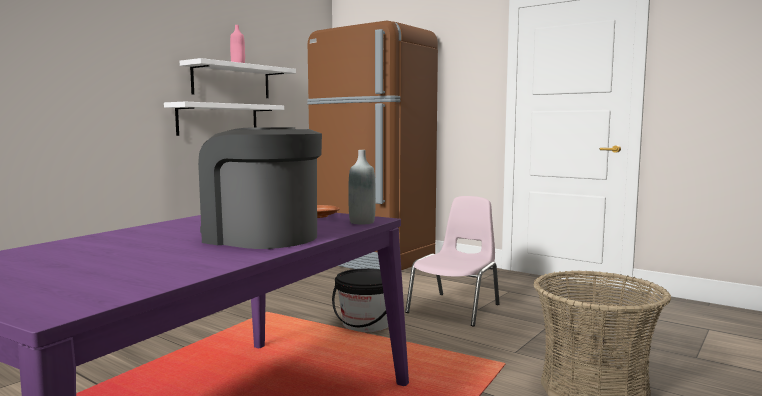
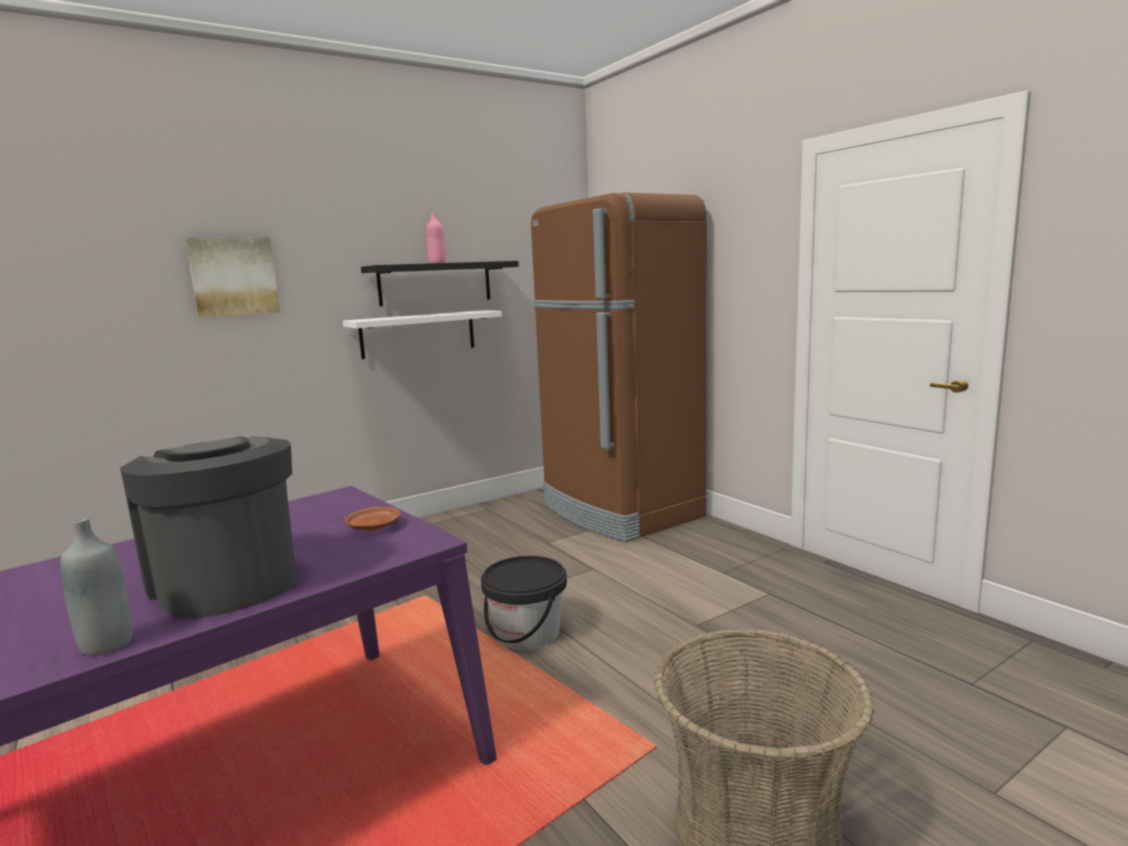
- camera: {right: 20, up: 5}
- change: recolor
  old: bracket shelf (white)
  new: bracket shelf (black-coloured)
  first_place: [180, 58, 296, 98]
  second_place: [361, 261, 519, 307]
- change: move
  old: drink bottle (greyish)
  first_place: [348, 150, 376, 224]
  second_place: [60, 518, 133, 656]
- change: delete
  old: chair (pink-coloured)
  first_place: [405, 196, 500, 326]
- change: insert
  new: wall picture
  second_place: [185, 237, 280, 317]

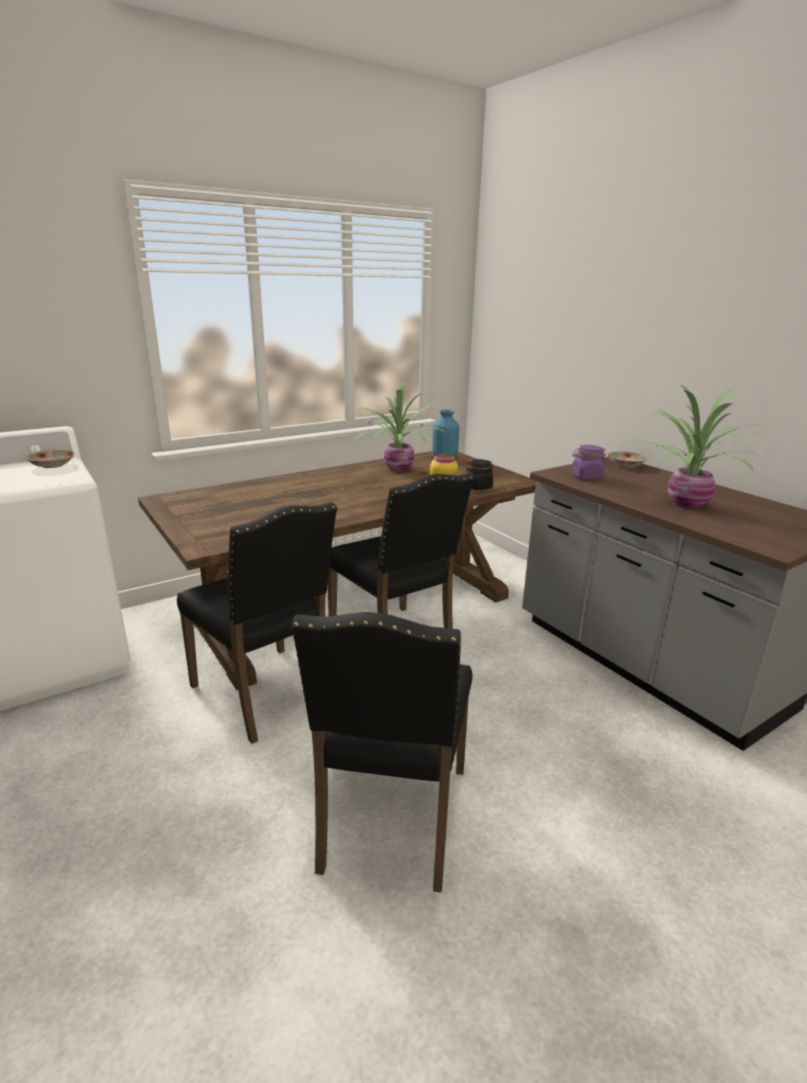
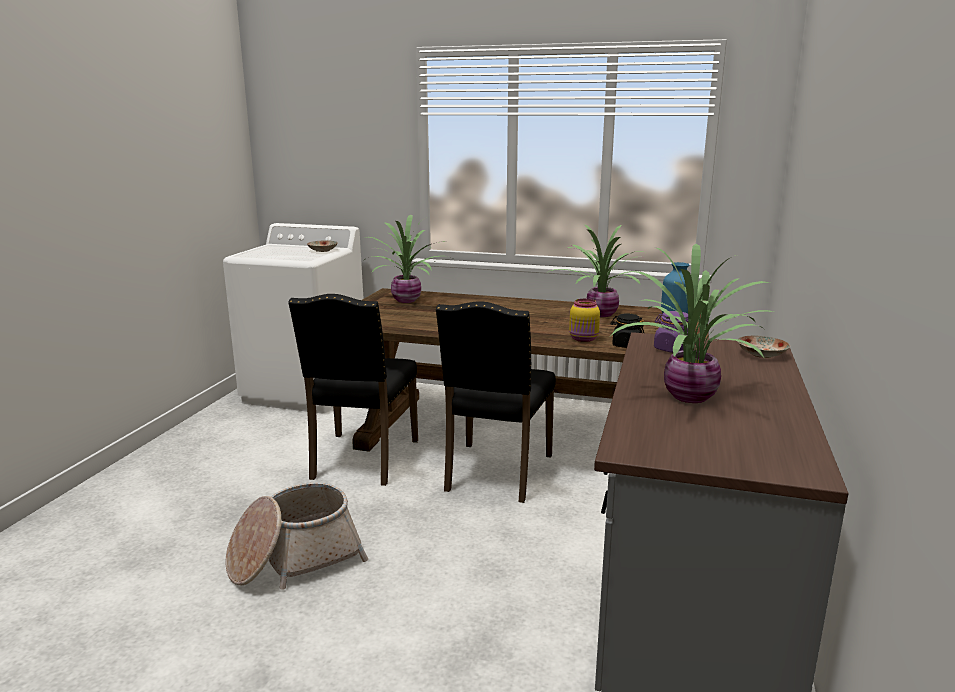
- camera: {right: 50, up: -5}
- change: replace
  old: chair (black-coloured)
  new: basket
  first_place: [291, 612, 472, 893]
  second_place: [226, 483, 368, 590]
- change: insert
  new: plant in a pot
  second_place: [363, 215, 448, 303]

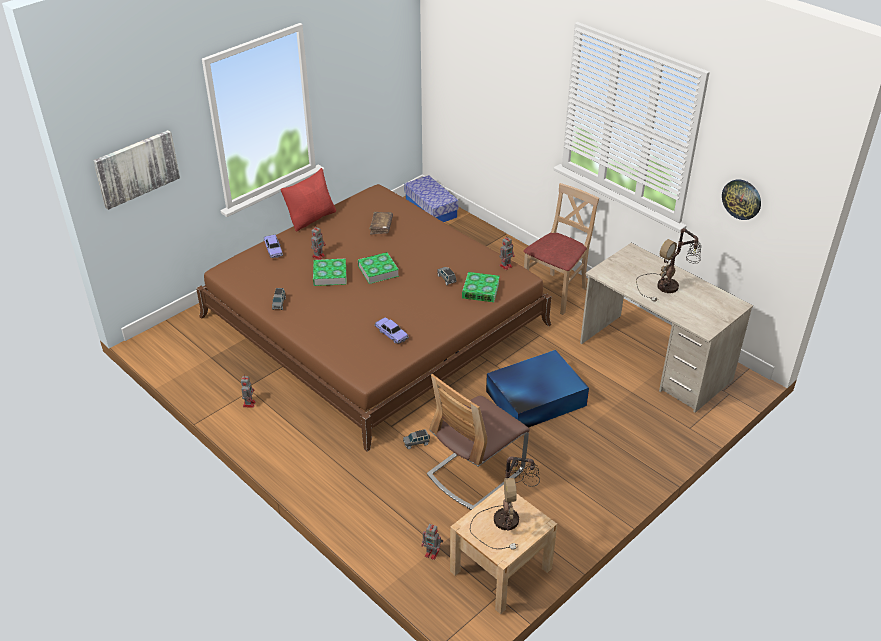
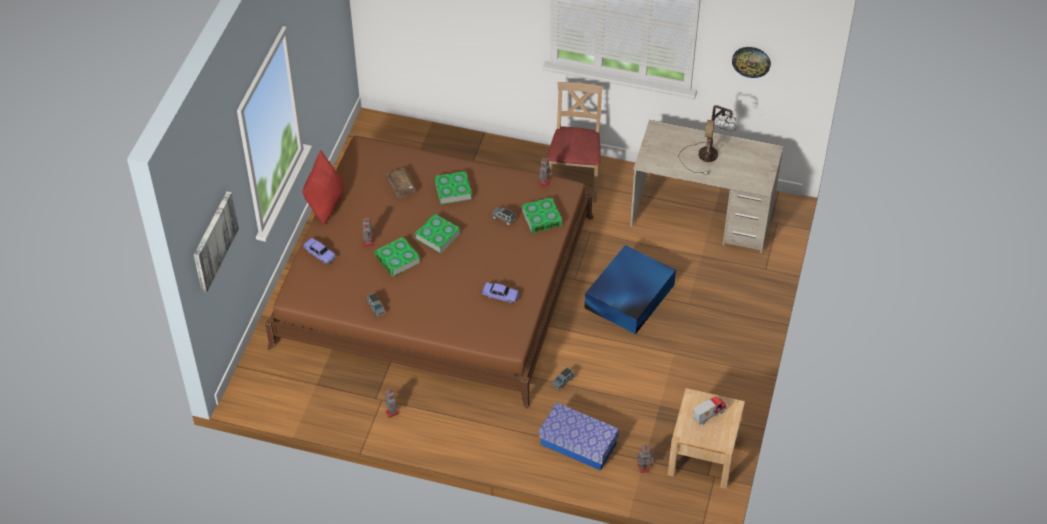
- camera: {right: -30, up: 10}
- change: move
  old: storage box
  first_place: [404, 175, 459, 222]
  second_place: [539, 402, 619, 471]
- change: delete
  old: chair
  first_place: [427, 374, 530, 510]
- change: replace
  old: table lamp
  new: toy truck
  first_place: [470, 457, 540, 550]
  second_place: [693, 396, 726, 425]
- change: insert
  new: book
  second_place: [435, 171, 472, 204]

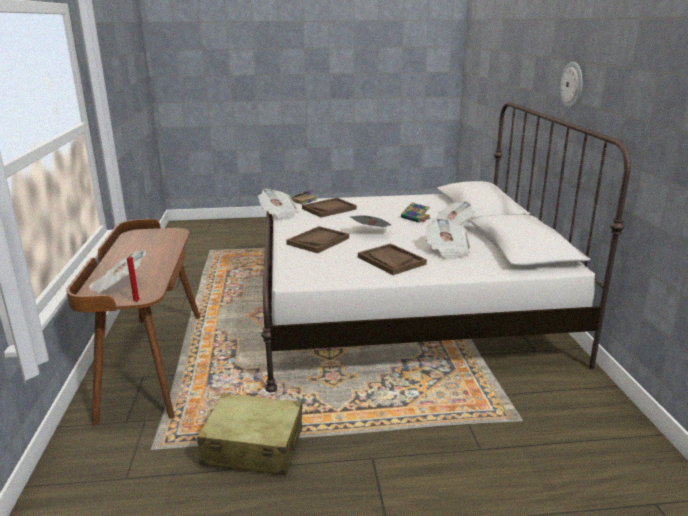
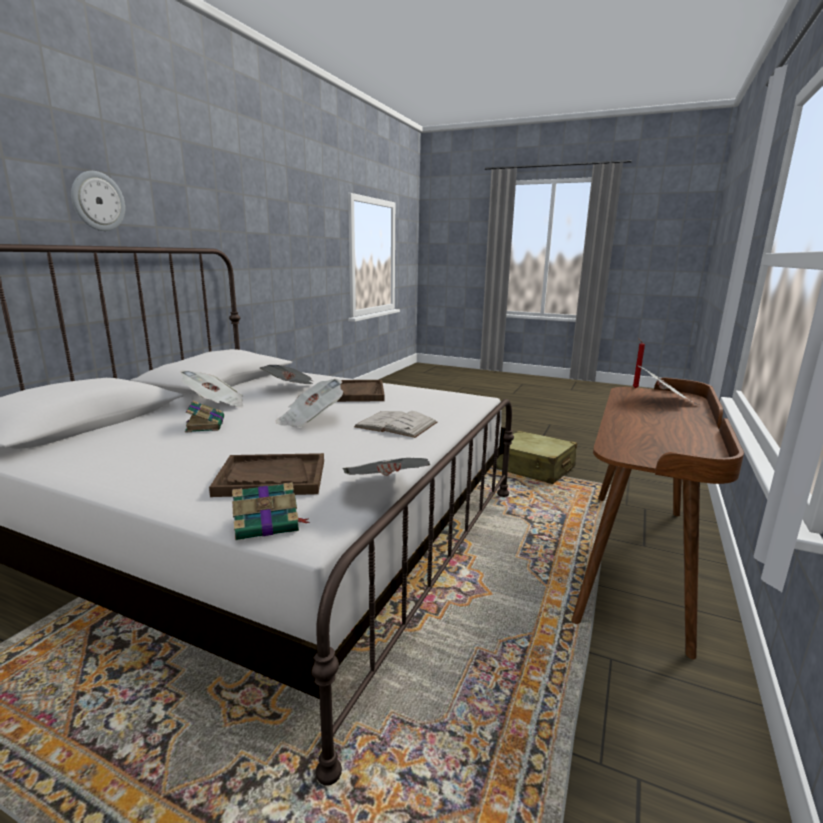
- camera: {right: -150, up: -5}
- change: replace
  old: carrying tray (brownish)
  new: book (white)
  first_place: [286, 226, 349, 253]
  second_place: [354, 411, 437, 438]

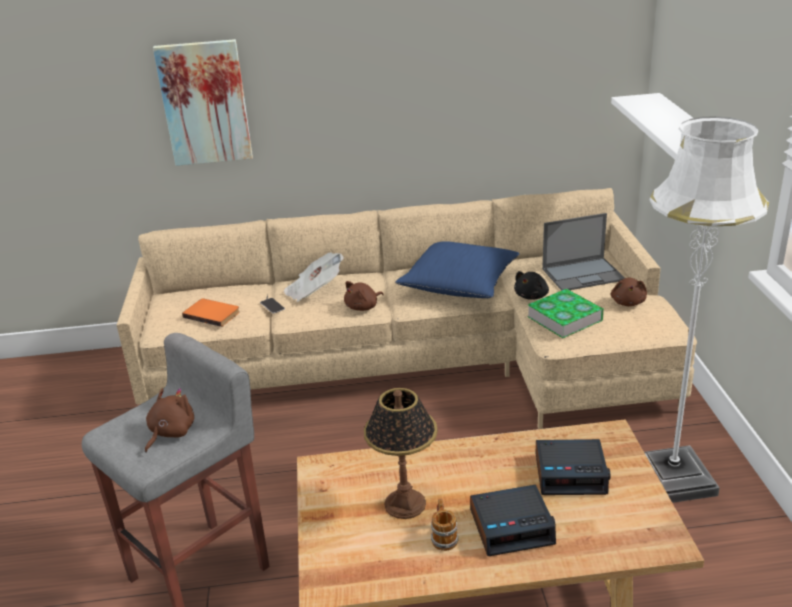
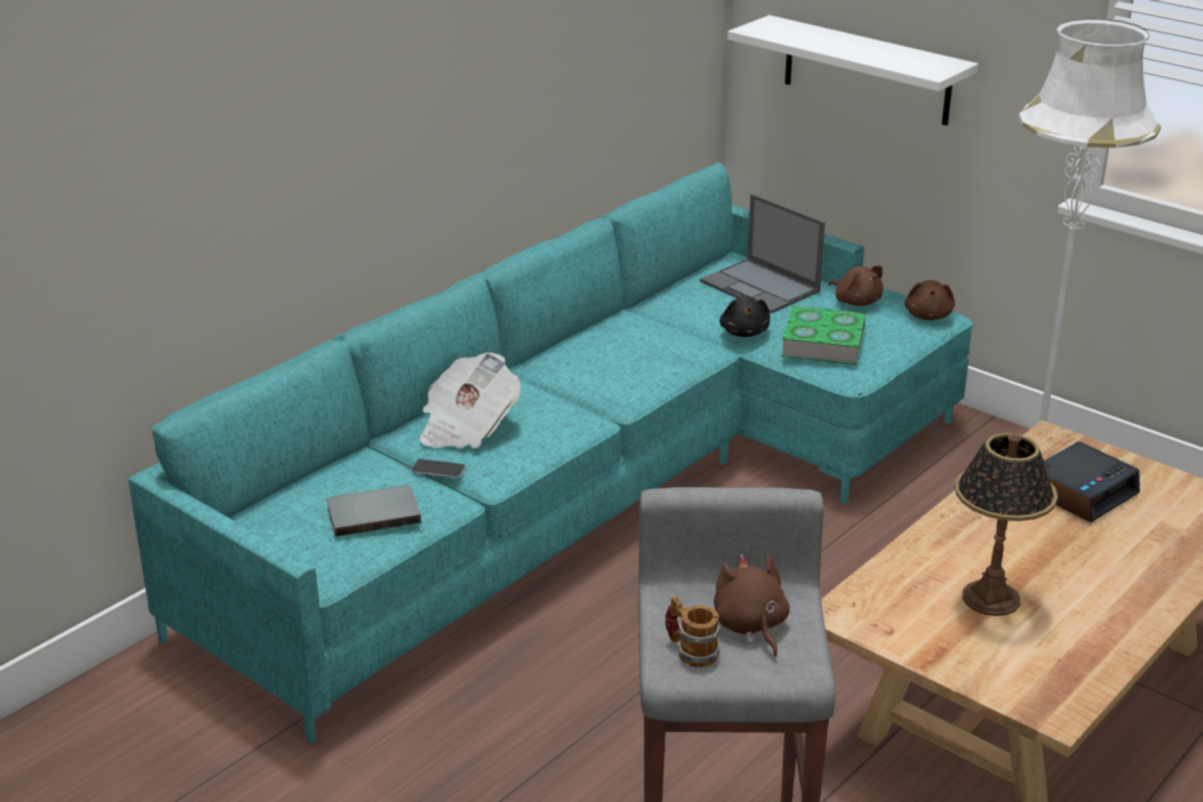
- camera: {right: -45, up: 0}
- change: recolor
  old: settee (beige-coloured)
  new: settee (turquoise)
  first_place: [117, 188, 697, 429]
  second_place: [128, 162, 973, 744]
- change: delete
  old: wall picture
  first_place: [153, 39, 253, 166]
- change: recolor
  old: book (orange-coloured)
  new: book (greyish)
  first_place: [182, 299, 240, 327]
  second_place: [327, 485, 421, 537]
- change: move
  old: soft toy (brownish)
  first_place: [344, 281, 384, 311]
  second_place: [904, 280, 955, 320]
- change: delete
  old: cushion (blue-coloured)
  first_place: [395, 241, 520, 298]
- change: move
  old: coffee mug
  first_place: [431, 499, 458, 551]
  second_place: [665, 596, 719, 667]
- change: delete
  old: bedside clock
  first_place: [470, 485, 556, 556]
- change: rotate
  old: notebook computer
  first_place: [542, 213, 625, 291]
  second_place: [700, 194, 825, 313]
  degrees: 105

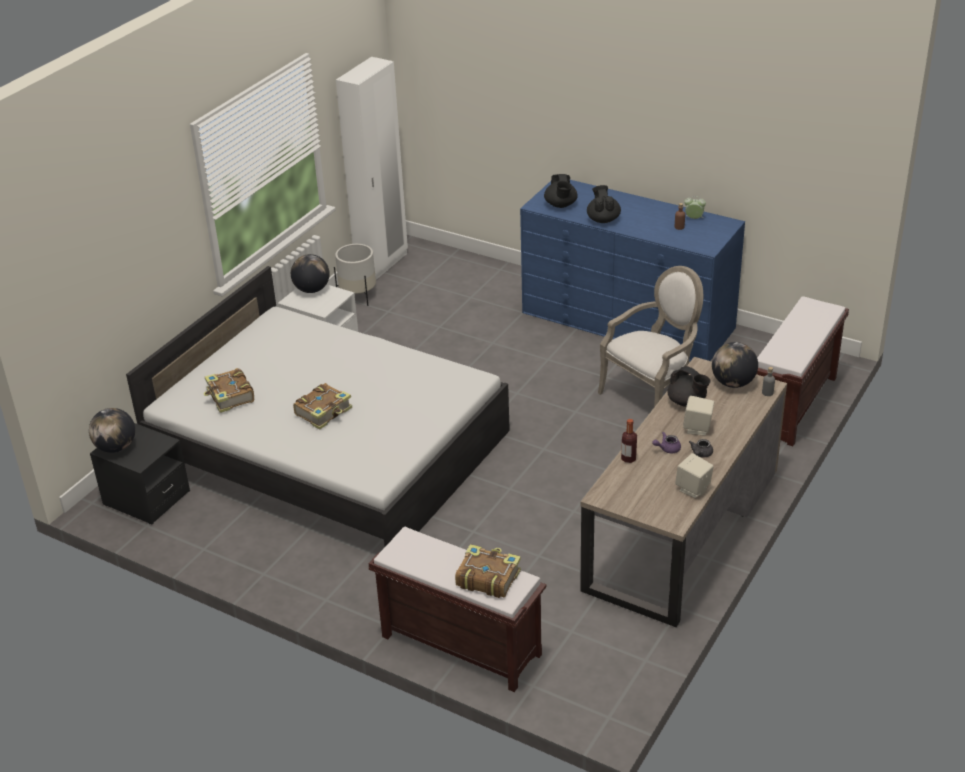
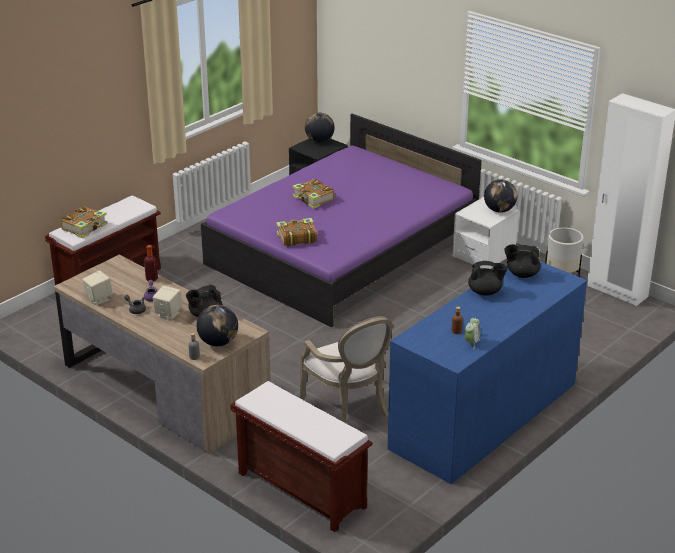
- camera: {right: 100, up: -5}
- change: recolor
  old: bed (white)
  new: bed (purple)
  first_place: [126, 266, 510, 547]
  second_place: [201, 114, 481, 327]
- change: move
  old: book
  first_place: [204, 368, 254, 413]
  second_place: [277, 218, 317, 246]

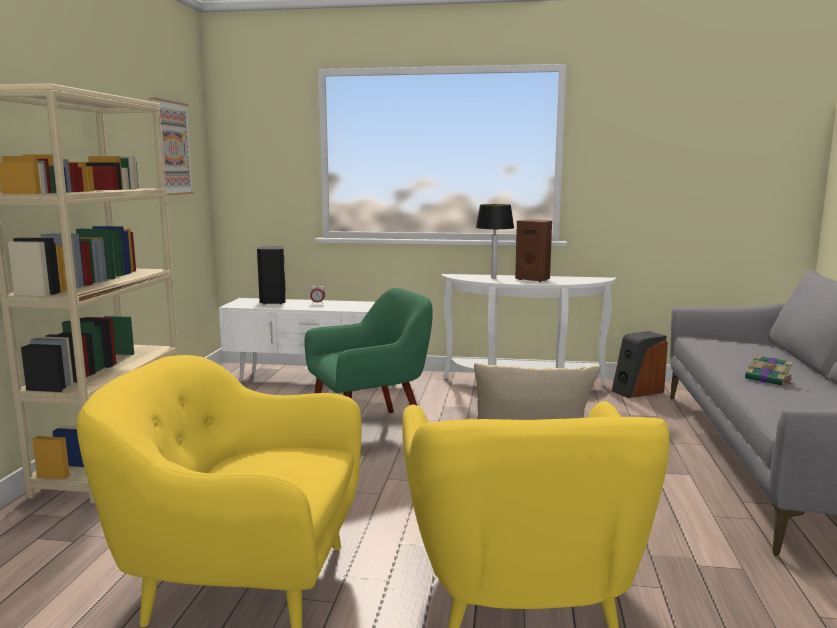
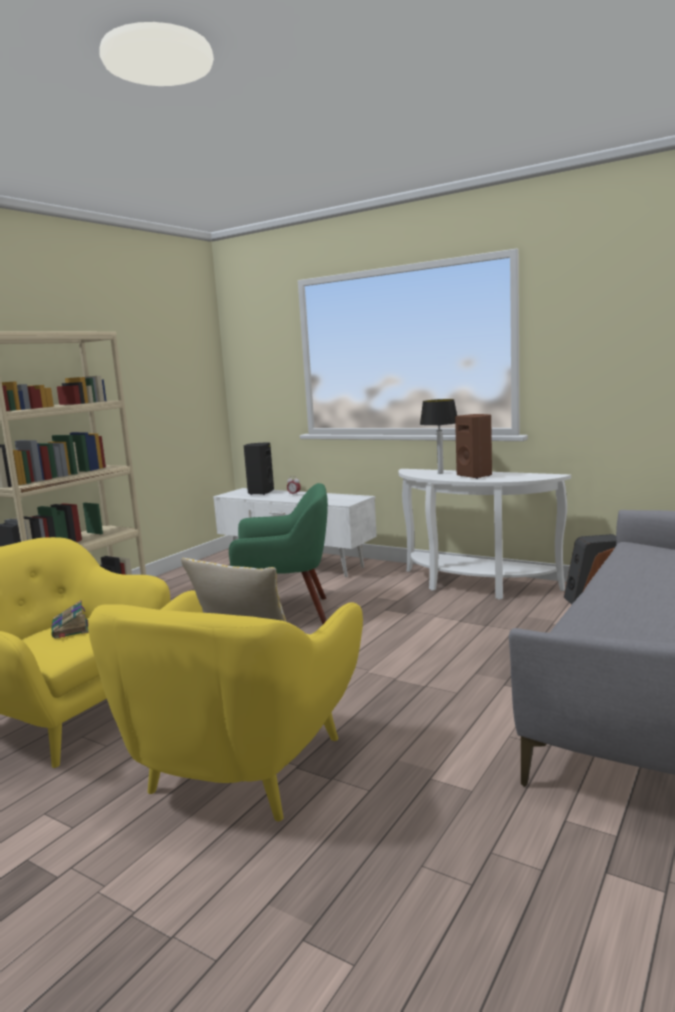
- camera: {right: 25, up: 0}
- change: delete
  old: wall picture
  first_place: [150, 97, 194, 196]
- change: move
  old: book
  first_place: [745, 355, 794, 386]
  second_place: [51, 600, 88, 639]

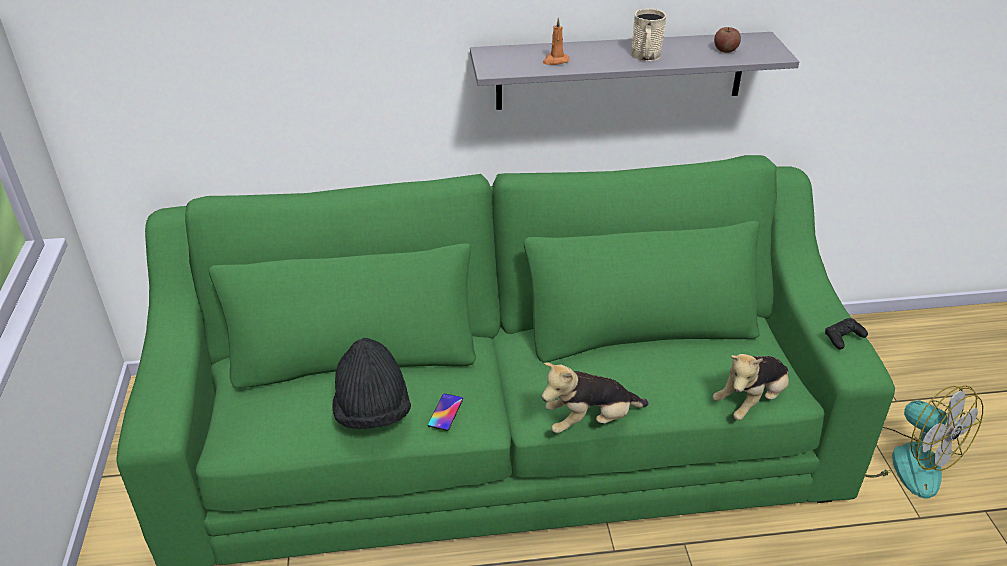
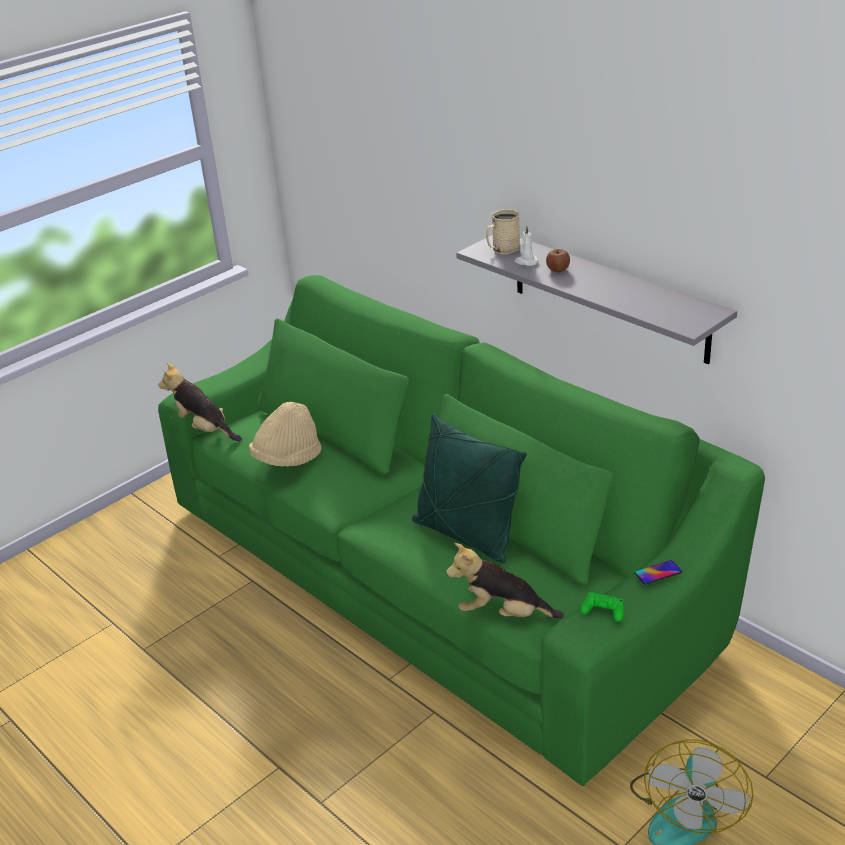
- camera: {right: 55, up: -5}
- change: recolor
  old: hat (black-coloured)
  new: hat (beige-coloured)
  first_place: [333, 338, 411, 429]
  second_place: [249, 402, 322, 467]
- change: move
  old: telephone
  first_place: [428, 393, 463, 431]
  second_place: [635, 560, 682, 585]
- change: move
  old: soft toy
  first_place: [542, 362, 649, 433]
  second_place: [158, 363, 242, 442]
- change: recolor
  old: wax candle (orange-coloured)
  new: wax candle (white)
  first_place: [543, 18, 570, 65]
  second_place: [515, 225, 539, 266]
- change: move
  old: coffee mug (beige-coloured)
  first_place: [631, 9, 666, 61]
  second_place: [486, 209, 520, 254]
- change: move
  old: apple fruit
  first_place: [714, 27, 741, 53]
  second_place: [546, 249, 570, 272]
- change: recolor
  old: joypad (black-coloured)
  new: joypad (greenish)
  first_place: [825, 318, 868, 349]
  second_place: [580, 592, 624, 622]
- change: insert
  new: cushion (greenish)
  second_place: [412, 413, 527, 563]

